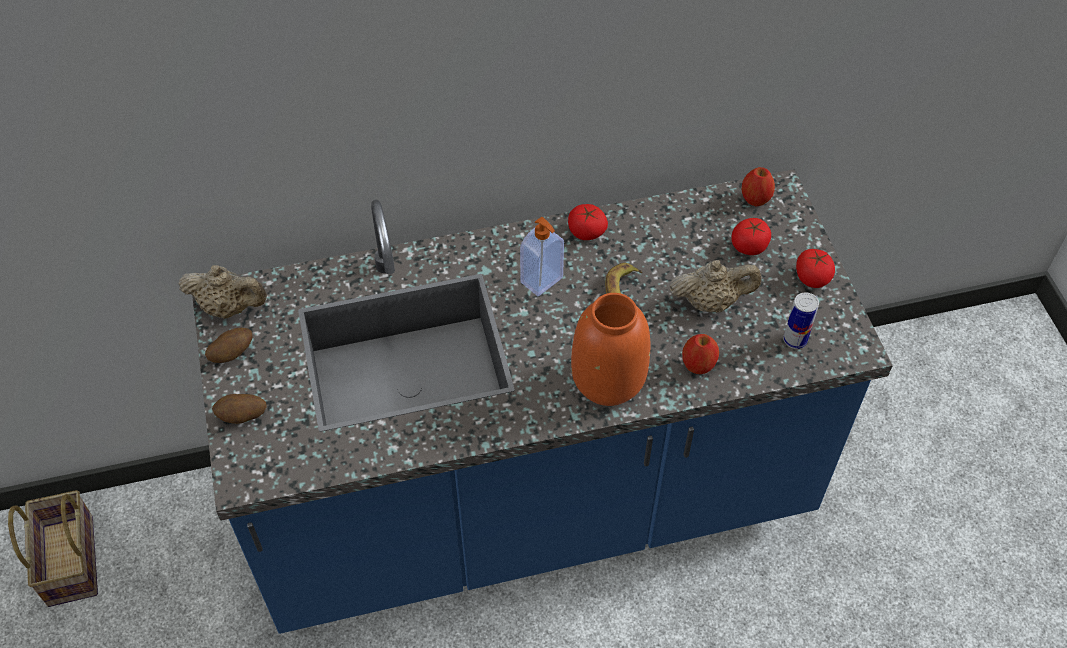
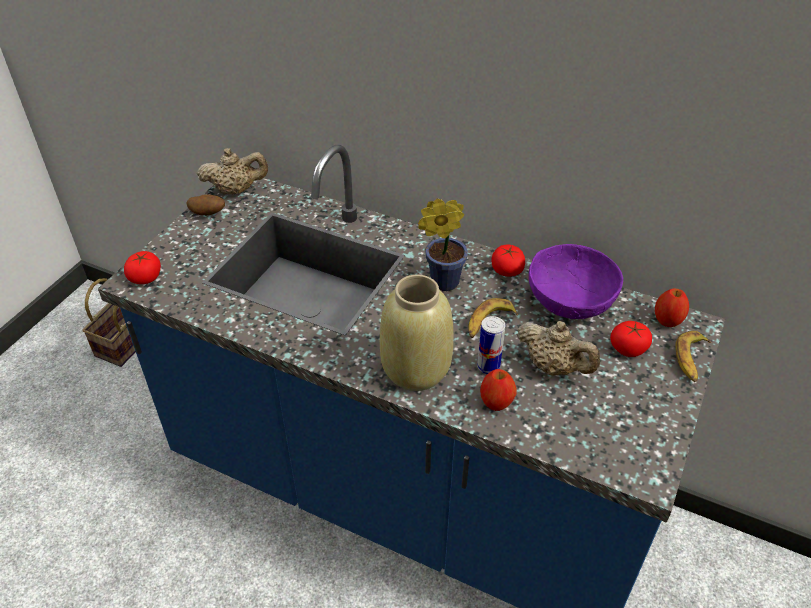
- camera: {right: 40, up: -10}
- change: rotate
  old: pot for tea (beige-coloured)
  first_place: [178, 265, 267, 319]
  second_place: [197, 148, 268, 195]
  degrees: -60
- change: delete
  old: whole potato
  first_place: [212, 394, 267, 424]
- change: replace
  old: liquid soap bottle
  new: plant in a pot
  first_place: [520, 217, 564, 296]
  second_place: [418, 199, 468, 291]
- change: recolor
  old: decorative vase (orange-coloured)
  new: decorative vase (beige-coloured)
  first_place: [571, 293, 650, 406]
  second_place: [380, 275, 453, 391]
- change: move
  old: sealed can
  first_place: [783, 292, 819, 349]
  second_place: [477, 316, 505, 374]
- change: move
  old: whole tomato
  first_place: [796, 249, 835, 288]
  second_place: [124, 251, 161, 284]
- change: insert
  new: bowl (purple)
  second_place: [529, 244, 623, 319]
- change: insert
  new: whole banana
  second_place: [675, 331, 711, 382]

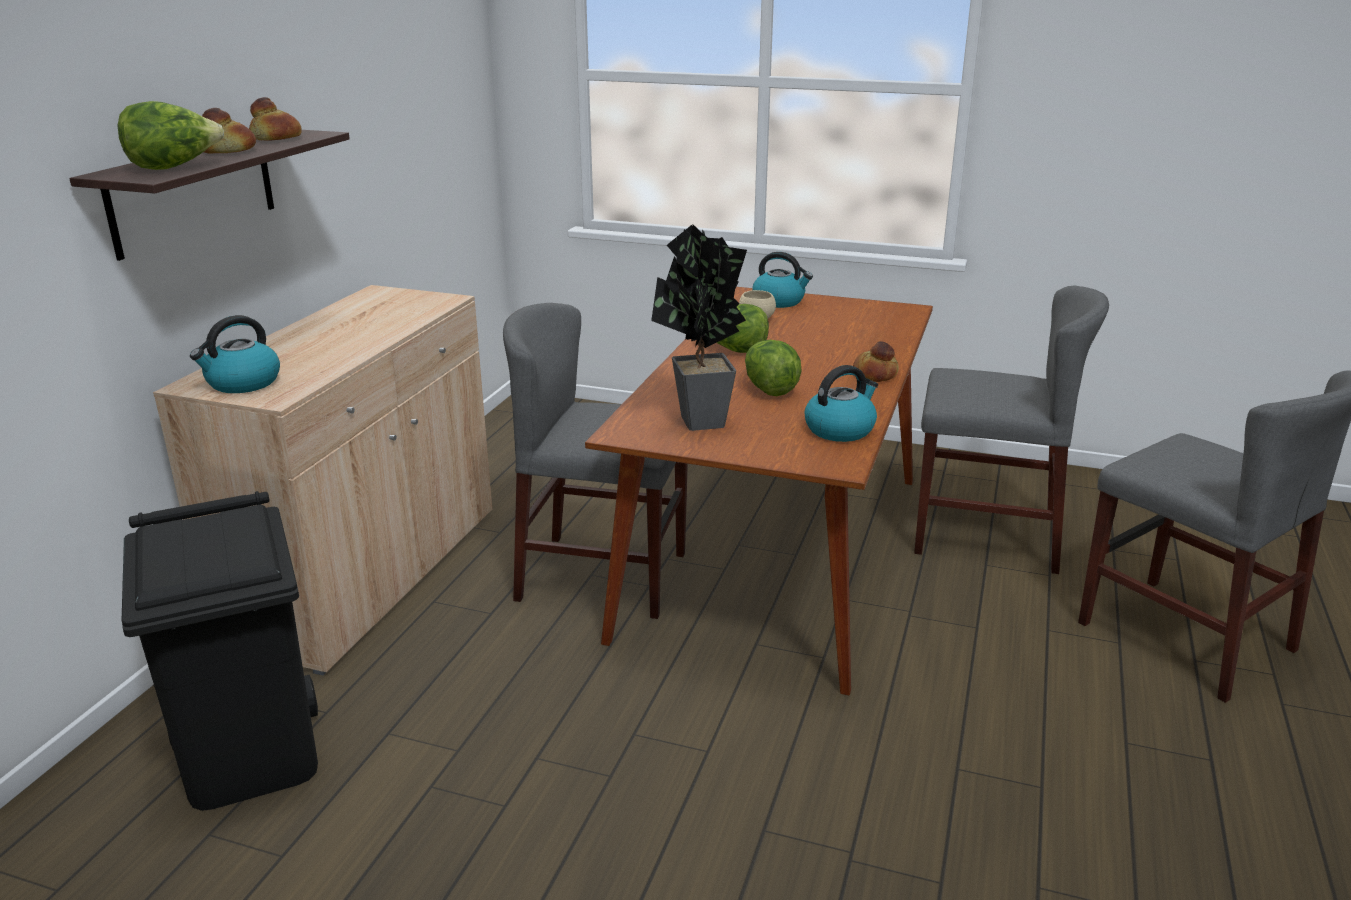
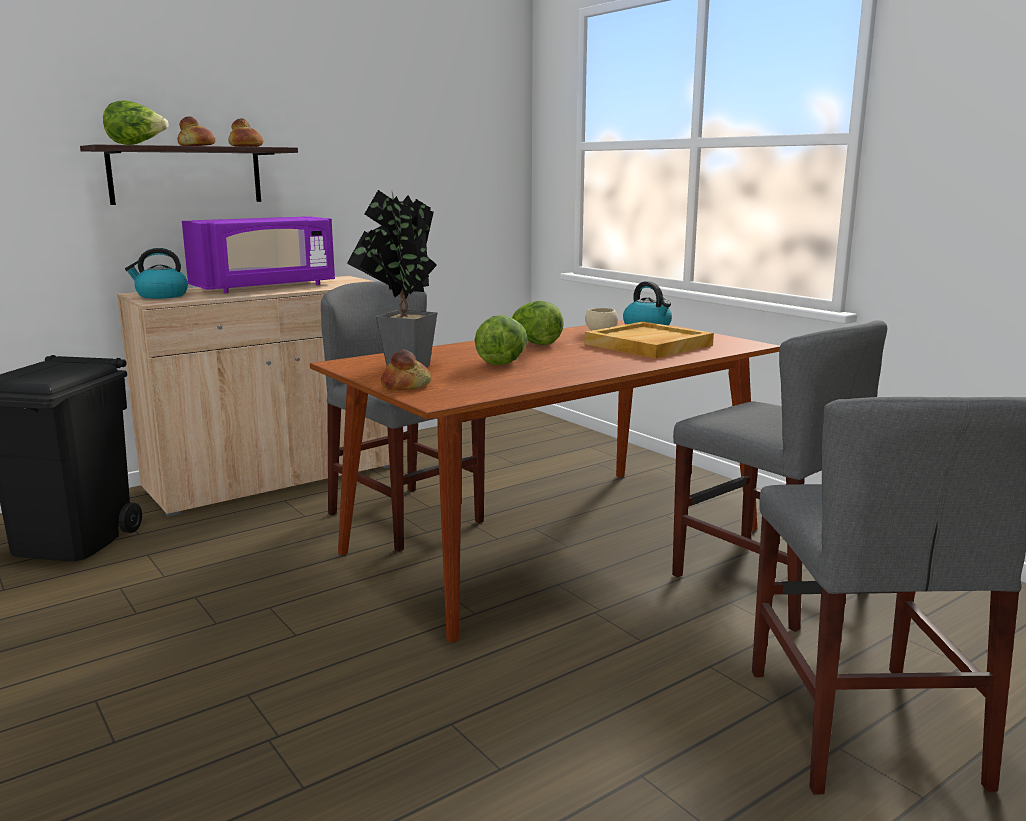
- camera: {right: 35, up: -10}
- change: delete
  old: kettle
  first_place: [805, 365, 878, 442]
- change: move
  old: bread
  first_place: [853, 341, 899, 382]
  second_place: [381, 350, 431, 390]
- change: insert
  new: kitchen microwave (purple)
  second_place: [182, 216, 335, 293]
- change: insert
  new: carrying tray (beige-coloured)
  second_place: [584, 321, 714, 358]

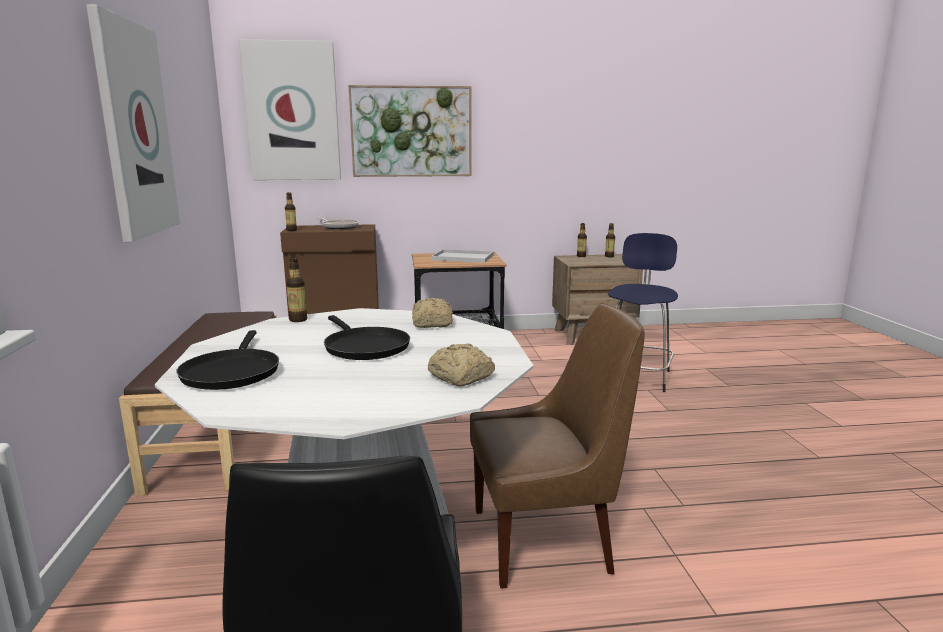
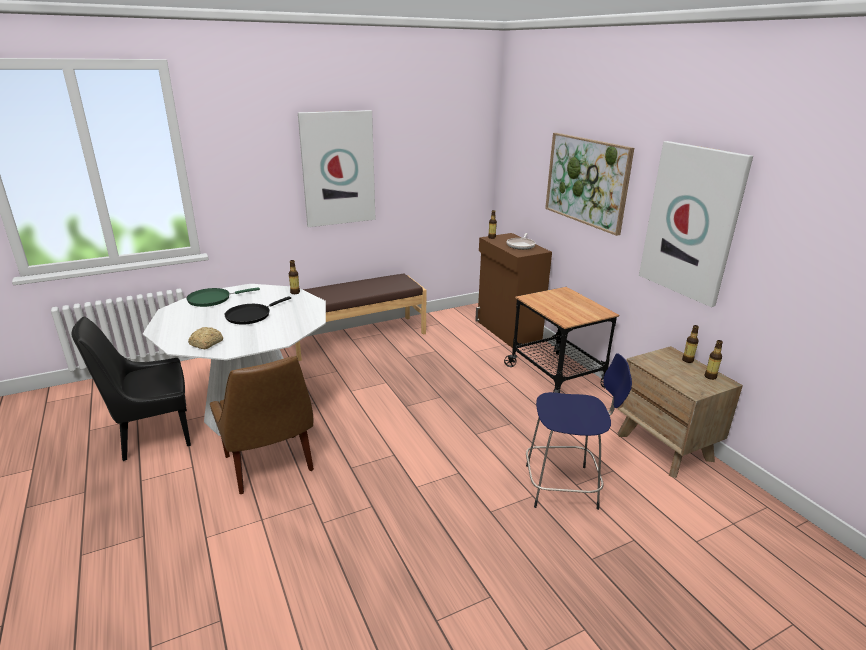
- camera: {right: 70, up: 10}
- change: recolor
  old: frying pan (black-coloured)
  new: frying pan (greenish)
  first_place: [176, 330, 279, 390]
  second_place: [186, 287, 260, 307]
- change: move
  old: wall picture
  first_place: [239, 39, 341, 180]
  second_place: [639, 141, 753, 307]
- change: delete
  old: bread
  first_place: [412, 298, 453, 328]
- change: delete
  old: carrying tray (white)
  first_place: [431, 249, 494, 263]

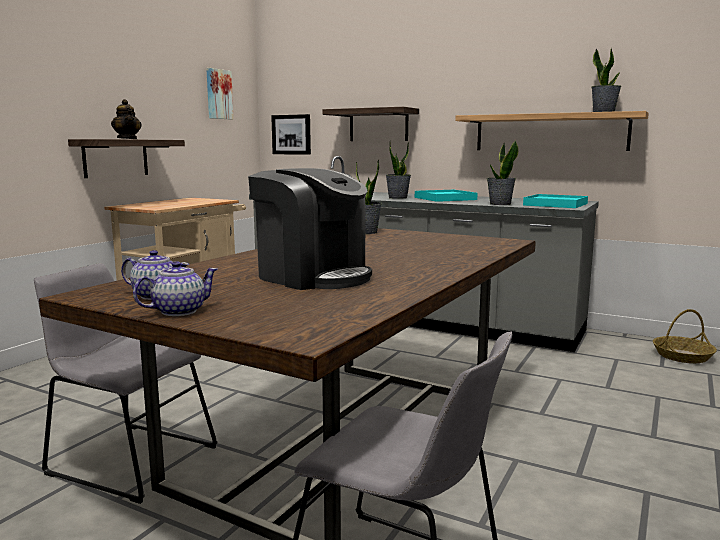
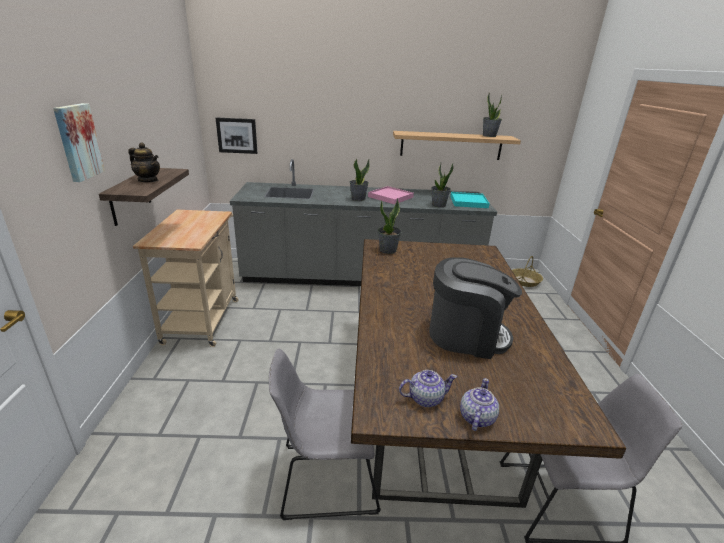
- camera: {right: -30, up: 15}
- change: move
  old: wall picture
  first_place: [206, 68, 234, 119]
  second_place: [53, 103, 105, 182]
- change: delete
  old: bracket shelf
  first_place: [322, 107, 419, 141]
- change: recolor
  old: carrying tray (turquoise)
  new: carrying tray (pink-coloured)
  first_place: [415, 190, 477, 202]
  second_place: [368, 186, 414, 204]

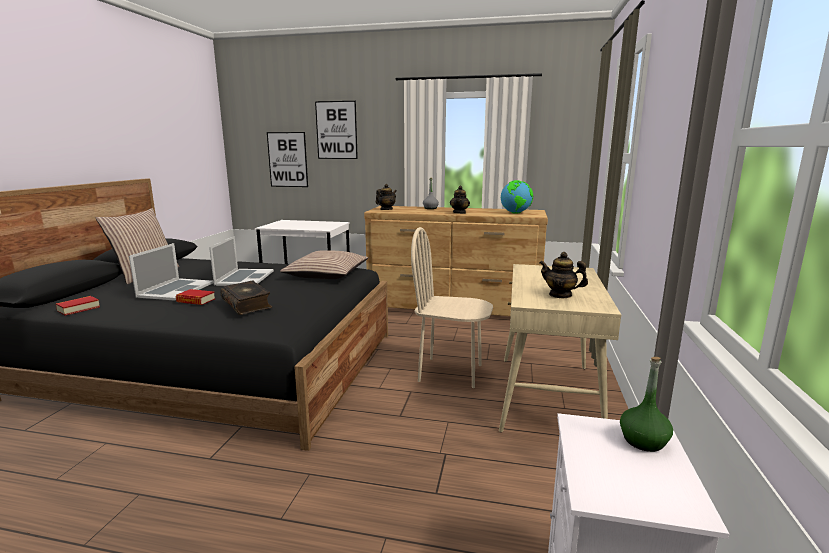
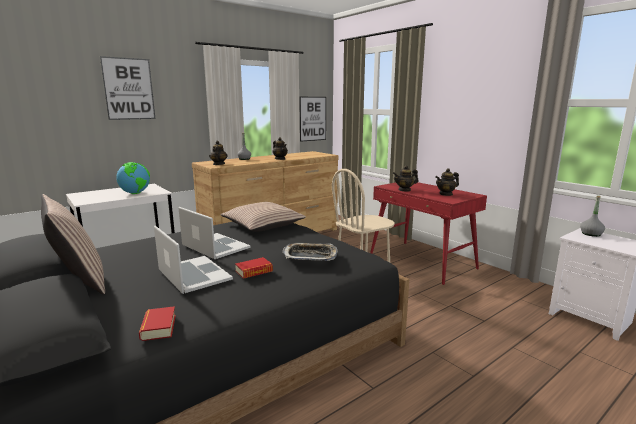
- camera: {right: -50, up: 0}
- change: replace
  old: book
  new: carrying tray
  first_place: [220, 281, 272, 315]
  second_place: [282, 243, 338, 261]
- change: move
  old: wall picture
  first_place: [267, 132, 308, 187]
  second_place: [299, 97, 326, 142]
- change: recolor
  old: desk (beige-coloured)
  new: desk (red)
  first_place: [499, 264, 621, 432]
  second_place: [370, 182, 487, 285]
- change: move
  old: world globe
  first_place: [501, 180, 533, 214]
  second_place: [116, 162, 150, 194]
- change: recolor
  old: drink bottle (greenish)
  new: drink bottle (greyish)
  first_place: [620, 357, 673, 452]
  second_place: [580, 196, 605, 237]
- change: insert
  new: pot for tea
  second_place: [393, 165, 418, 192]

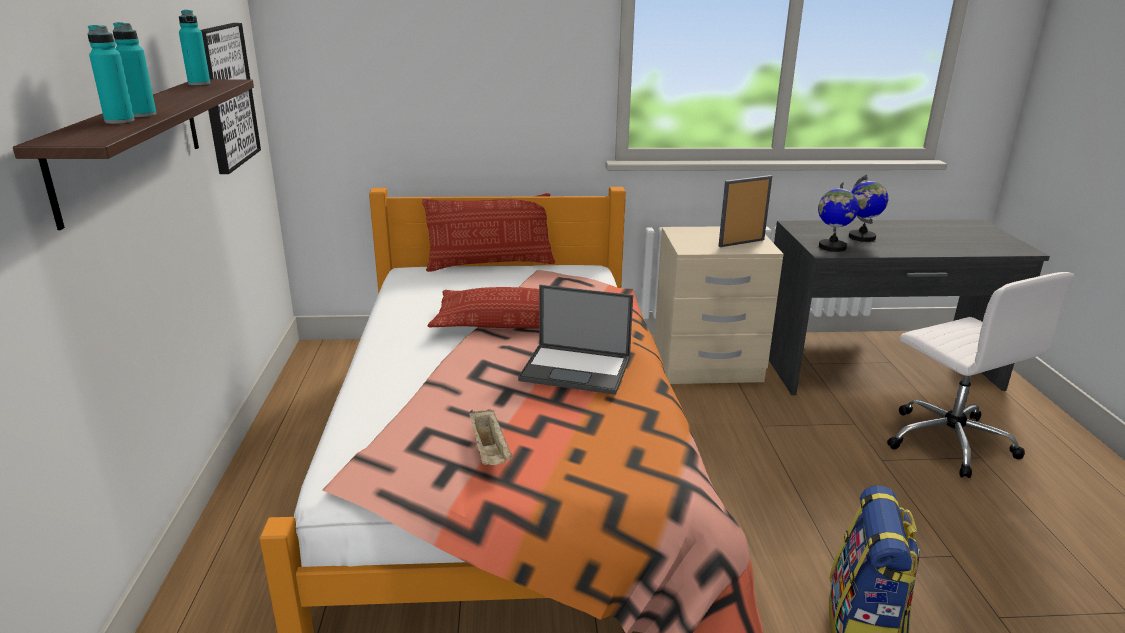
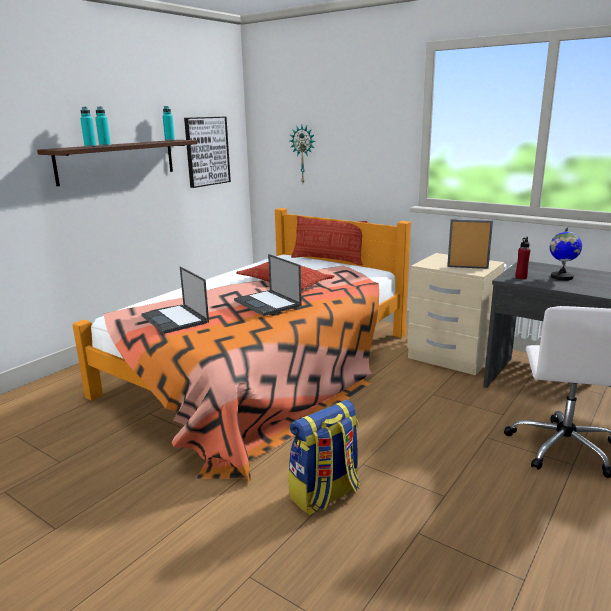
- camera: {right: 40, up: -5}
- change: replace
  old: carrying tray (beige-coloured)
  new: notebook computer
  first_place: [469, 409, 512, 465]
  second_place: [141, 266, 209, 334]
- change: replace
  old: world globe
  new: drink bottle (red)
  first_place: [818, 182, 859, 252]
  second_place: [515, 237, 531, 279]
- change: insert
  new: hanging clock
  second_place: [290, 125, 316, 183]

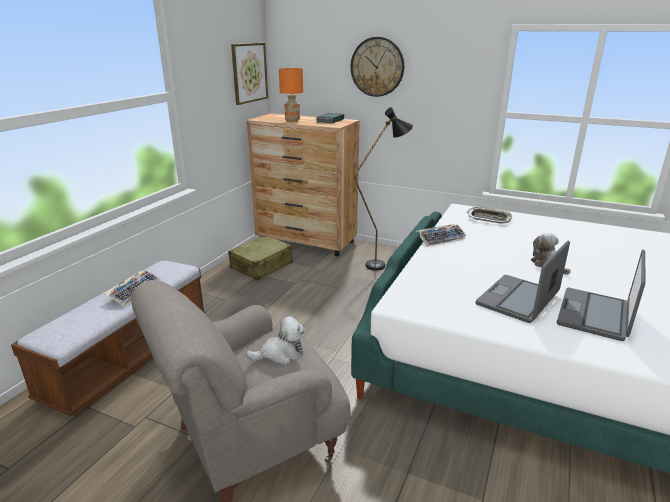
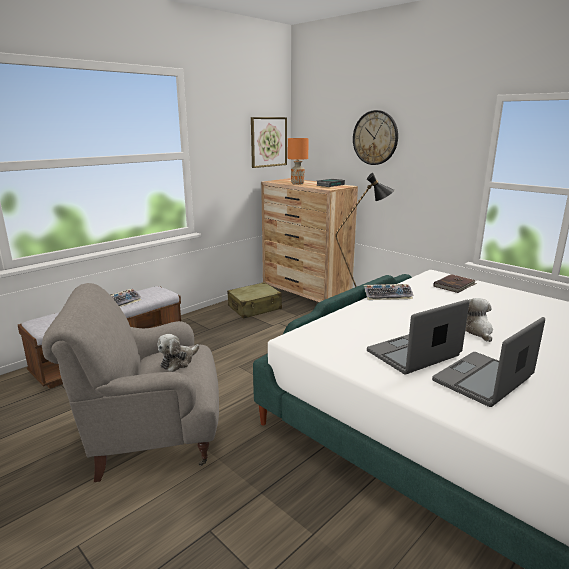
- camera: {right: 20, up: -5}
- change: rotate
  old: soft toy
  first_place: [246, 316, 305, 365]
  second_place: [157, 334, 200, 372]
  degrees: 120
- change: replace
  old: carrying tray
  new: book (brownish)
  first_place: [467, 207, 512, 224]
  second_place: [433, 274, 477, 293]

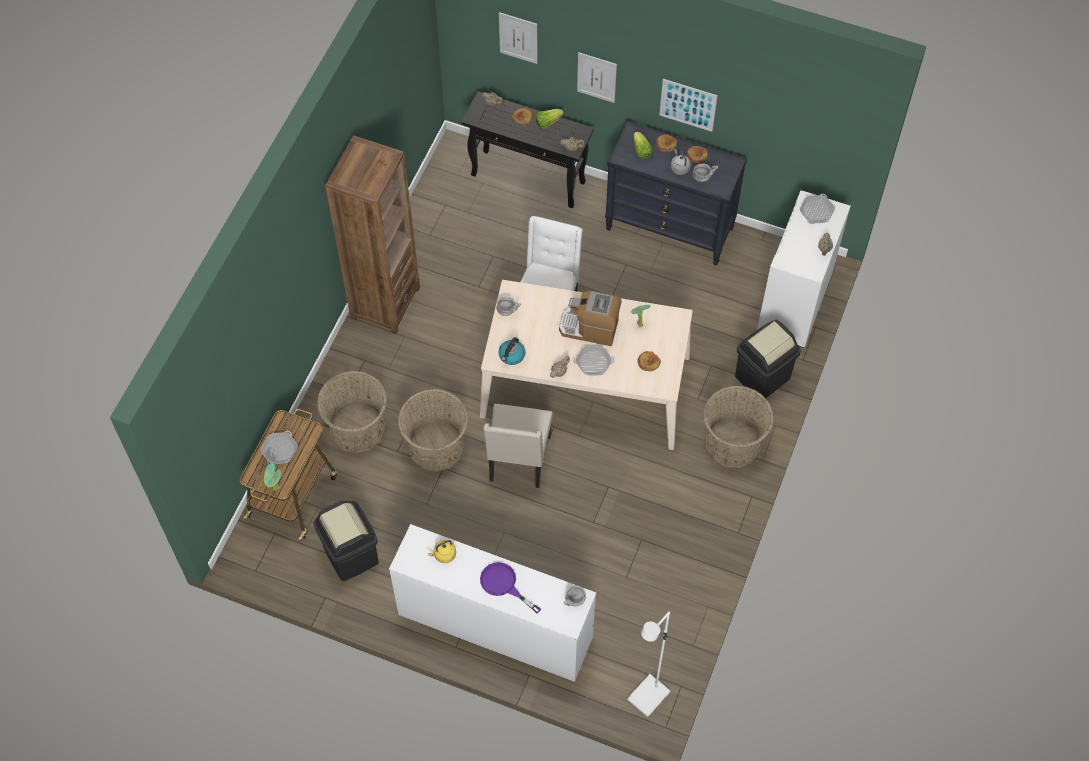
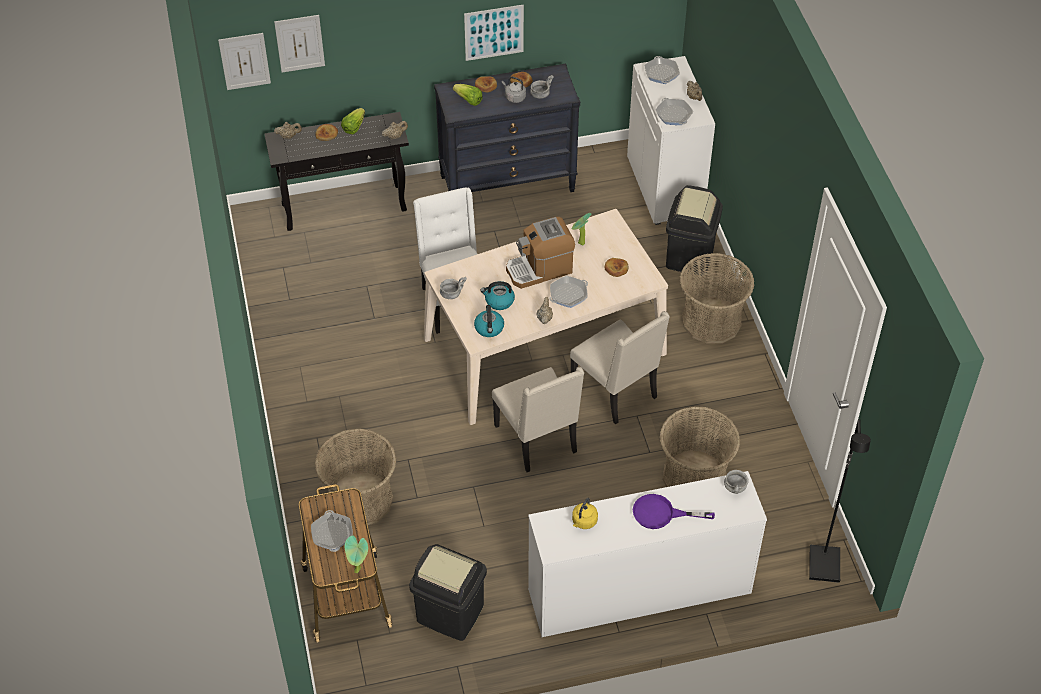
- camera: {right: -35, up: -10}
- change: delete
  old: shelving unit (brownish)
  first_place: [325, 135, 420, 334]
- change: move
  old: basket
  first_place: [398, 389, 468, 472]
  second_place: [660, 406, 740, 487]
- change: move
  old: wall picture
  first_place: [577, 52, 617, 103]
  second_place: [218, 33, 271, 90]
- change: recolor
  old: standard lamp (white)
  new: standard lamp (black-coloured)
  first_place: [627, 612, 670, 717]
  second_place: [809, 419, 871, 583]
- change: insert
  new: kettle
  second_place: [480, 281, 515, 310]
- change: insert
  new: chair (beige-coloured)
  second_place: [570, 311, 670, 425]
- change: insert
  new: frying pan
  second_place: [656, 98, 693, 125]

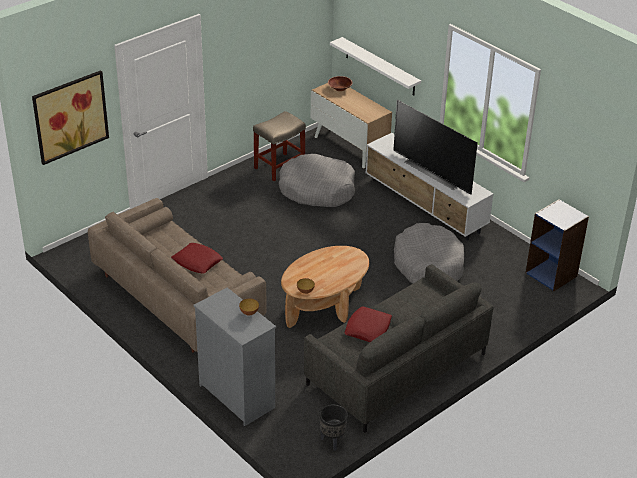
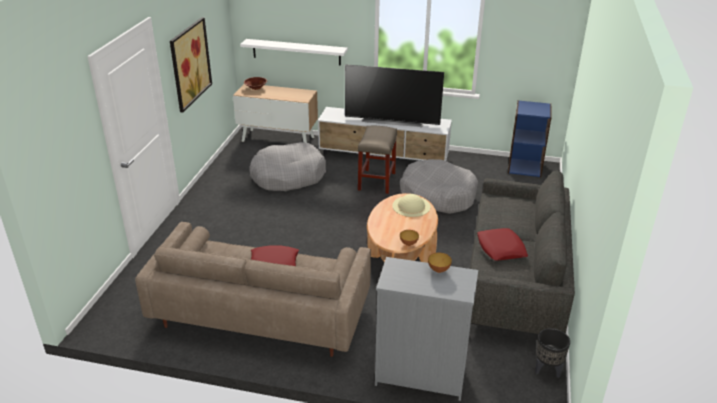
- camera: {right: -35, up: -5}
- change: move
  old: wall picture
  first_place: [32, 70, 109, 165]
  second_place: [170, 17, 212, 112]
- change: move
  old: stool seat (beige-coloured)
  first_place: [253, 111, 306, 181]
  second_place: [358, 126, 397, 194]
- change: insert
  new: hat (beige-coloured)
  second_place: [392, 194, 431, 217]

